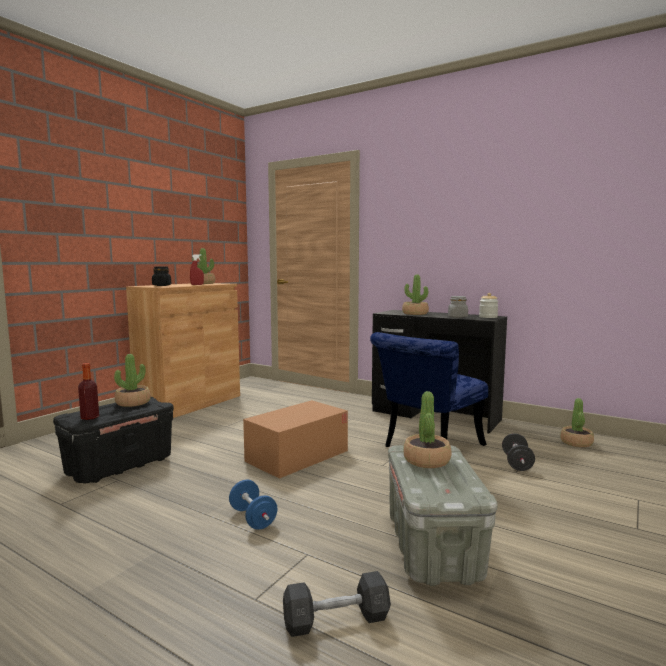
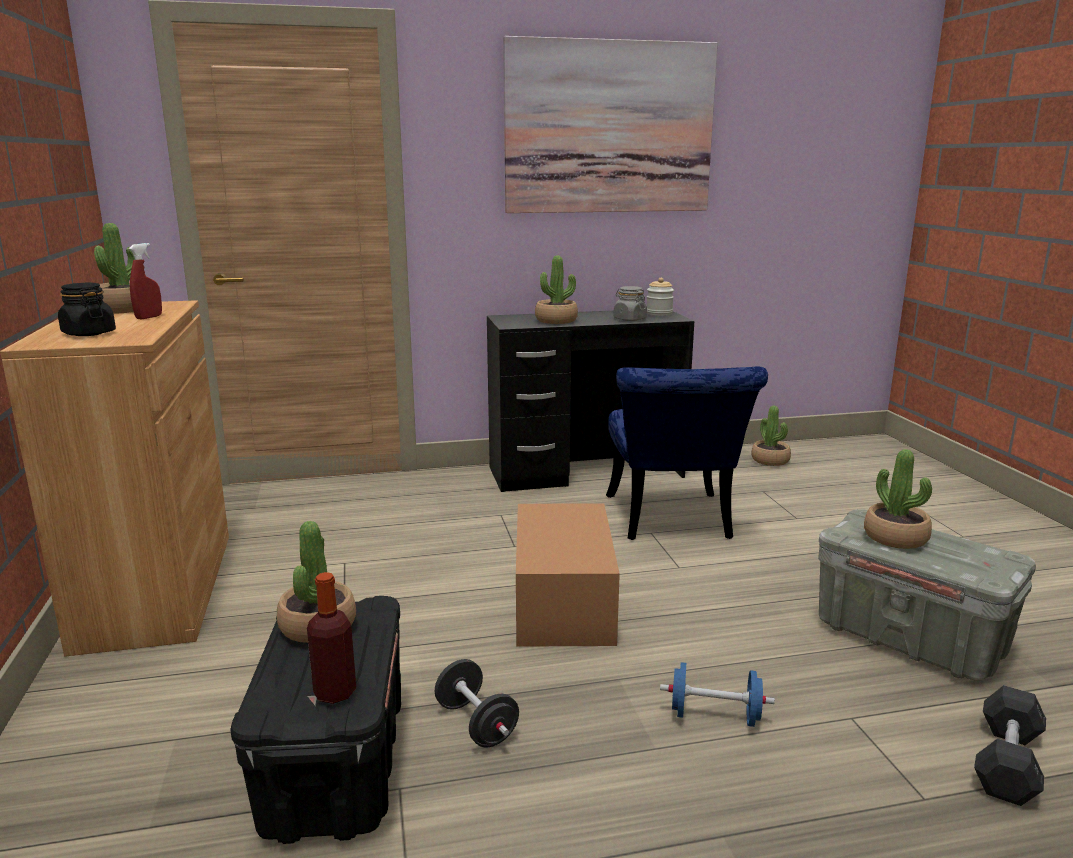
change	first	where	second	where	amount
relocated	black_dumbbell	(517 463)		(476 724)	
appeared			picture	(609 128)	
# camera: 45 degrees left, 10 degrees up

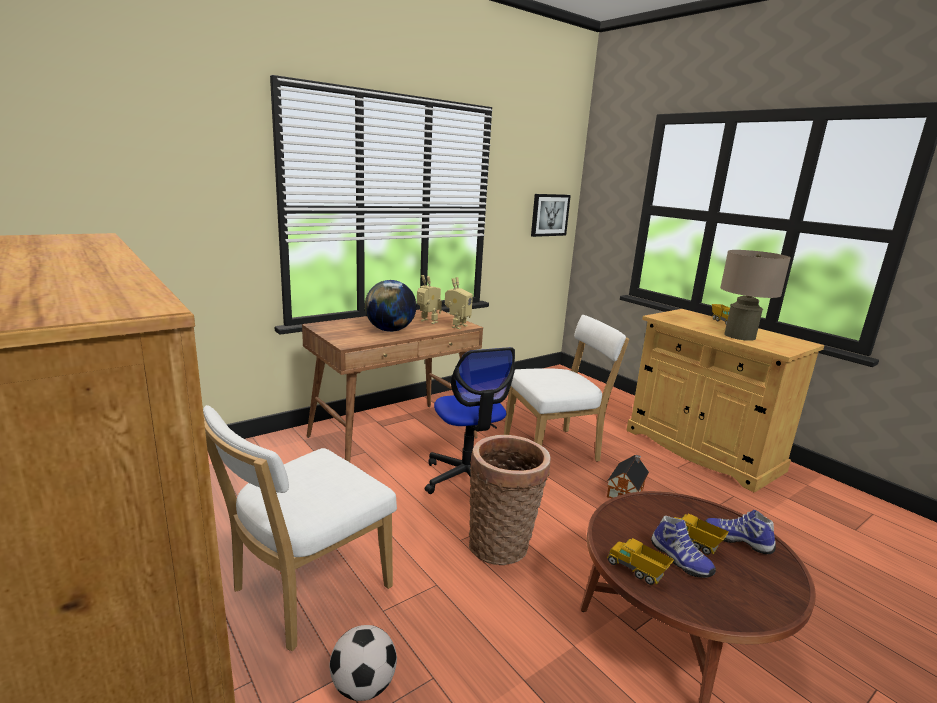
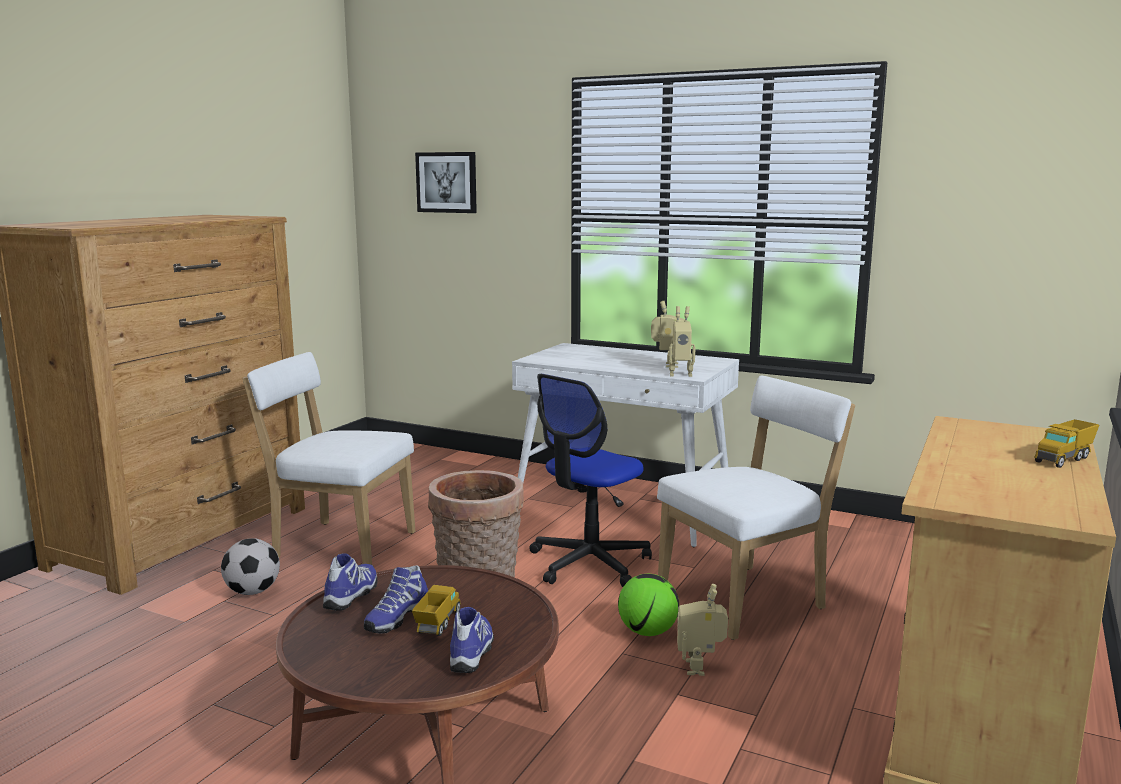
change	first	where	second	where	amount
exchanged	toy_truck	(637 571)	shoe	(353 595)	
relocated	picture	(549 215)		(447 182)	
colour	brown_desk	(393 437)	white_desk	(624 509)	
appeared			football	(648 632)	
spun	white_chair	(555 449)		(747 599)	75 degrees counterclockwise
exchanged	toy_house	(626 491)	toy_robot	(700 667)	
missing	globe	(390 330)			
missing	beige_table_lamp	(740 336)			
# camera: 65 degrees right, 5 degrees down

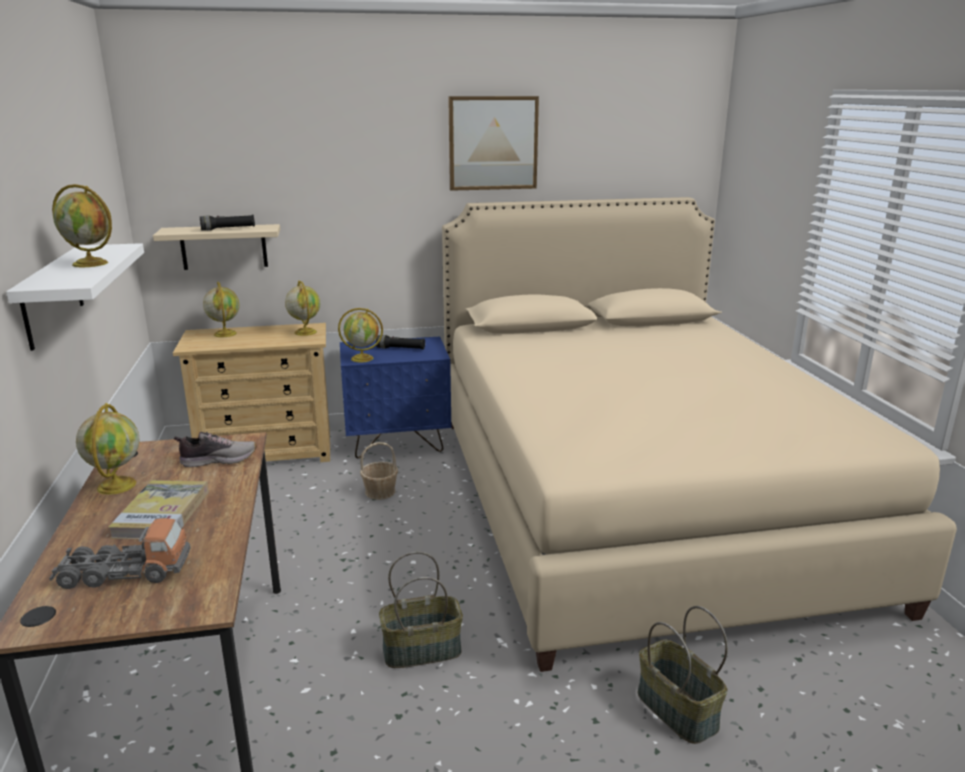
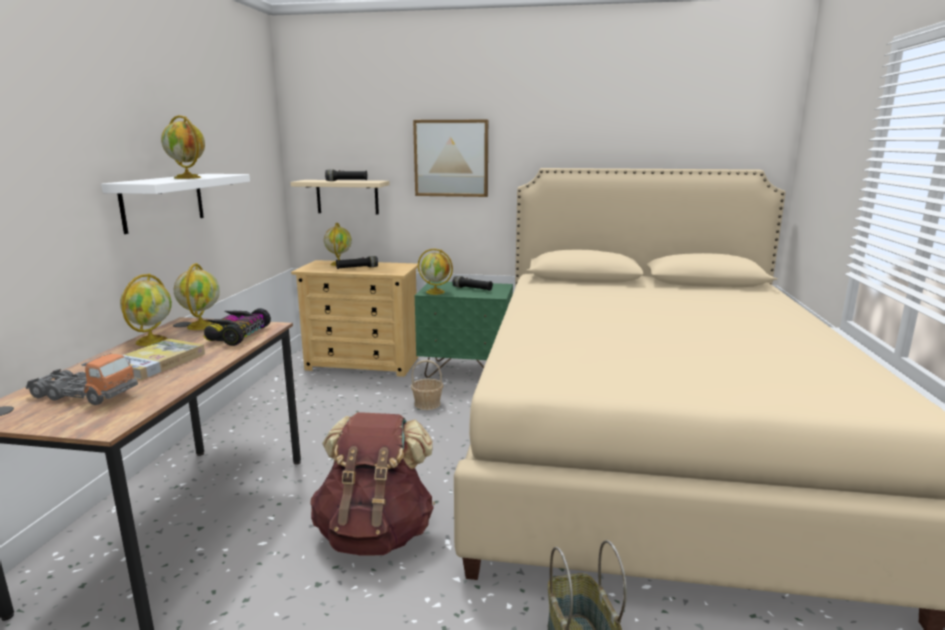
change	first	where	second	where	amount
relocated	globe	(305 332)		(201 326)	
exchanged	shoe	(218 460)	toy_car	(237 335)	
exchanged	basket	(422 649)	brown_backpack	(375 533)	
appeared			black_flashlight	(357 268)	
relocated	picture	(493 143)		(451 158)	
colour	blue_nightstand	(397 443)	green_nightstand	(466 371)	
# camera: 20 degrees right, 5 degrees down

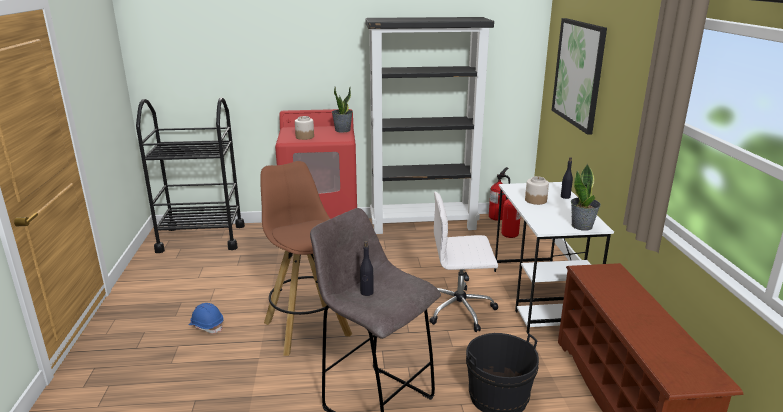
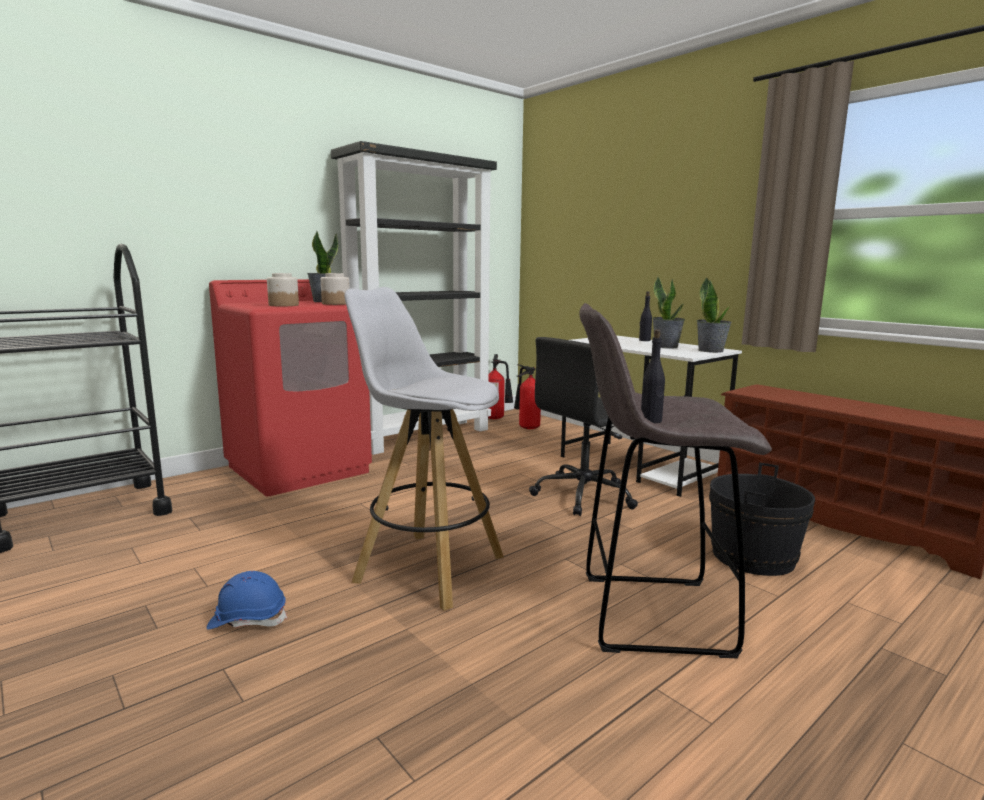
change	first	where	second	where	amount
relocated	jar	(535 200)		(336 304)	
colour	brown_stool	(306 328)	white_stool	(428 568)	
colour	white_office_chair	(460 309)	black_office_chair	(584 495)	
appeared			potted_plant	(666 347)	
missing	picture	(578 73)			
# camera: 35 degrees left, 10 degrees down

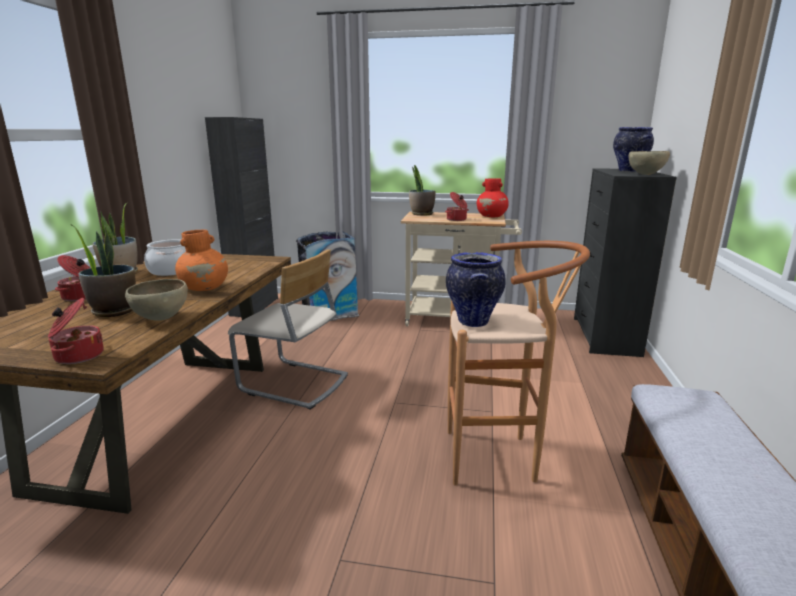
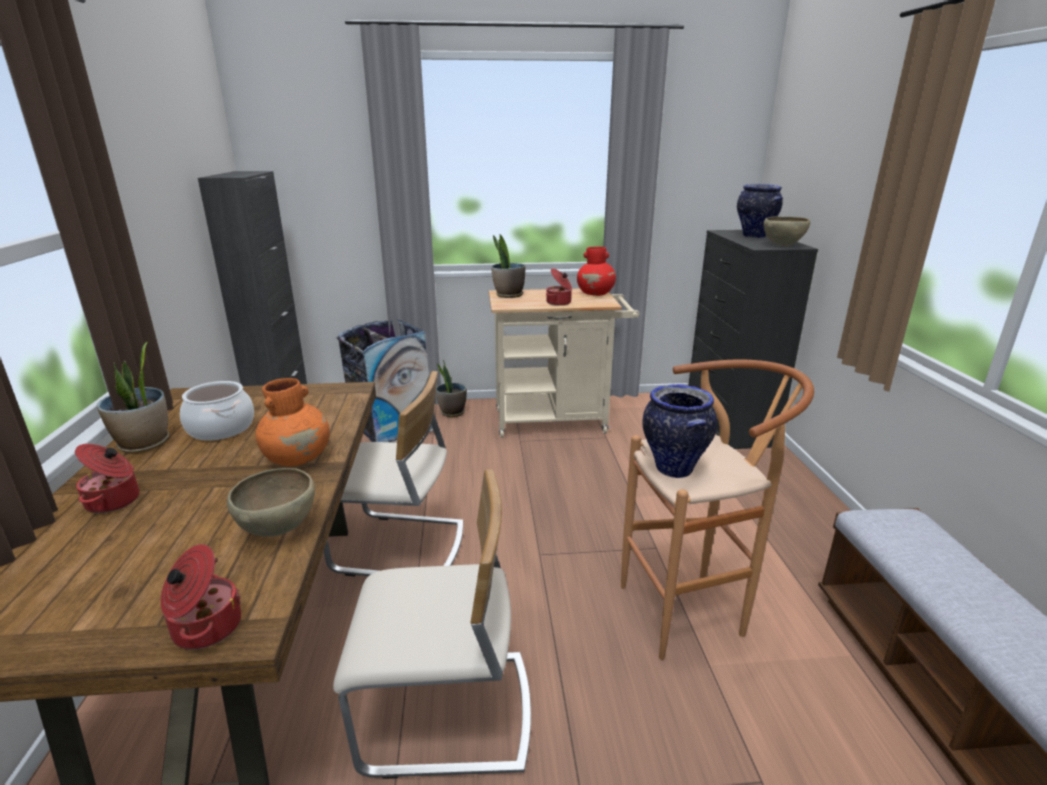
change	first	where	second	where	amount
appeared			beige_chair	(447 714)	
relocated	potted_plant	(114 311)		(452 412)	
# camera: 15 degrees left, 5 degrees up

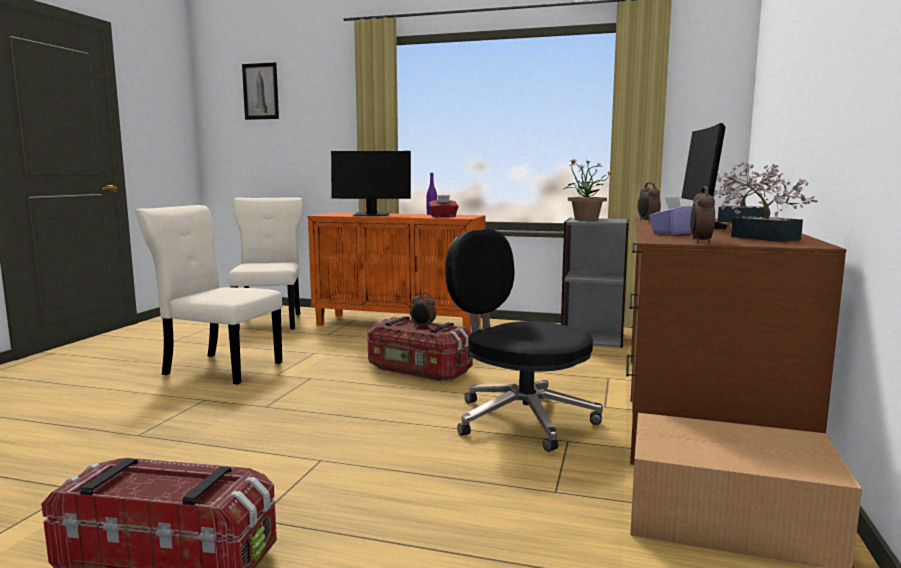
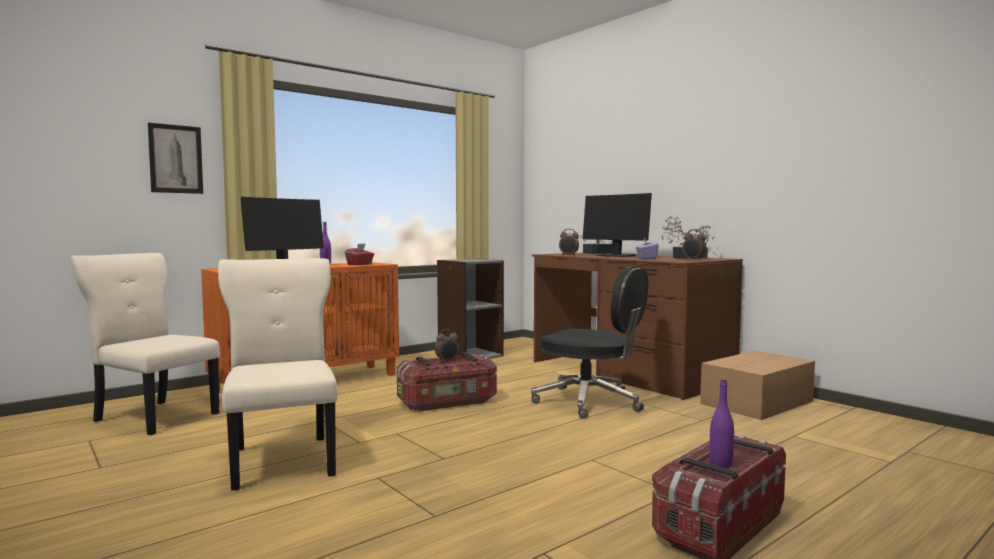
change	first	where	second	where	amount
relocated	picture	(260 91)		(176 159)	
spun	beige_chair	(219 368)		(283 459)	105 degrees clockwise
spun	black_office_chair	(520 419)		(590 402)	135 degrees counterclockwise
appeared			purple_bottle	(720 464)	
missing	potted_plant	(585 219)			
# camera: 55 degrees left, 5 degrees down

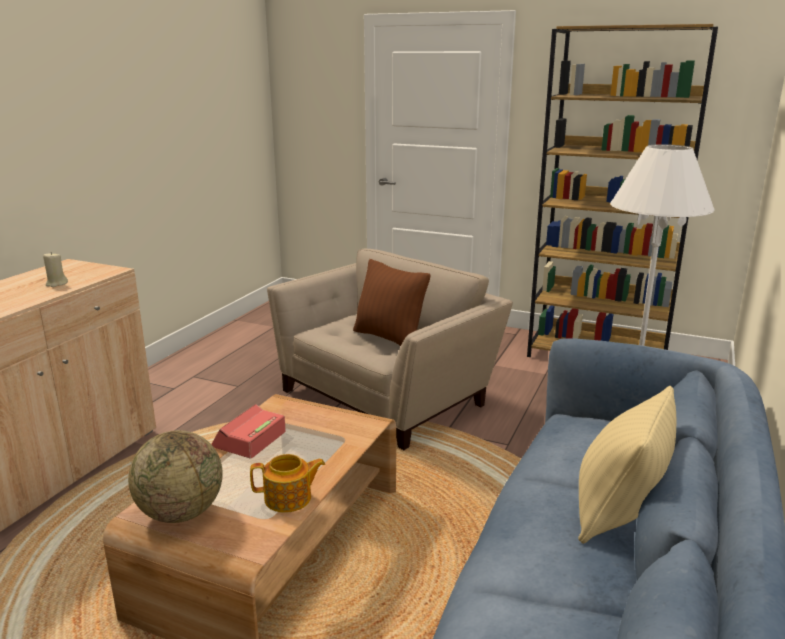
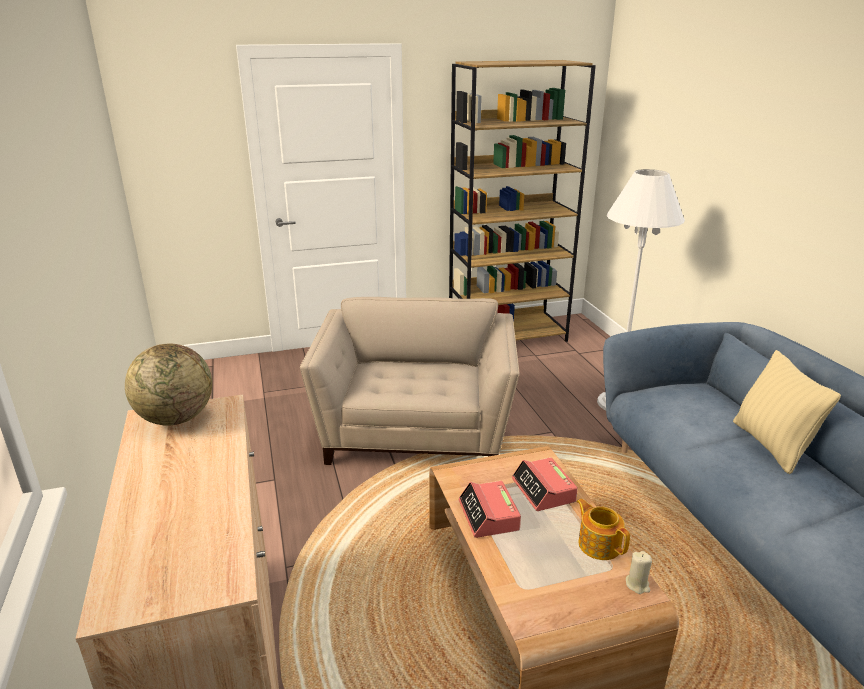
change	first	where	second	where	amount
relocated	globe	(181 513)		(176 418)	
appeared			alarm_clock	(543 491)	
spun	teapot	(289 498)		(599 544)	75 degrees counterclockwise
relocated	beige_candle	(56 284)		(637 585)	
missing	brown_pillow	(389 338)			
# camera: 40 degrees left, 5 degrees up

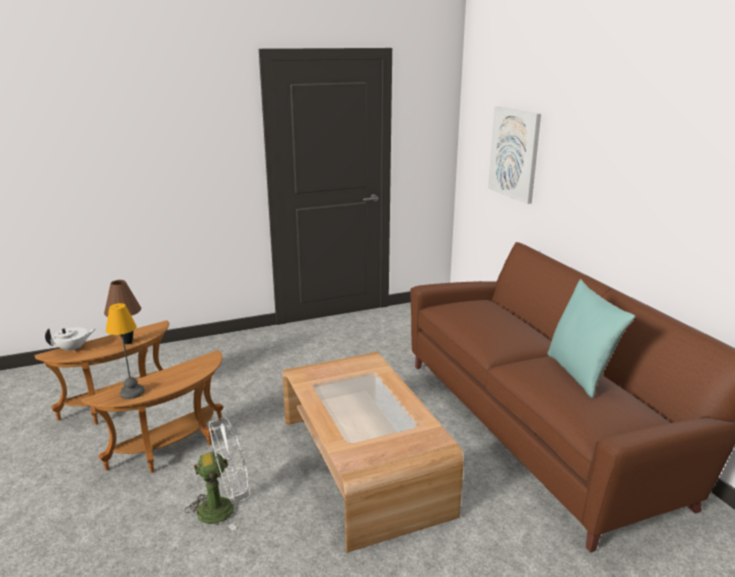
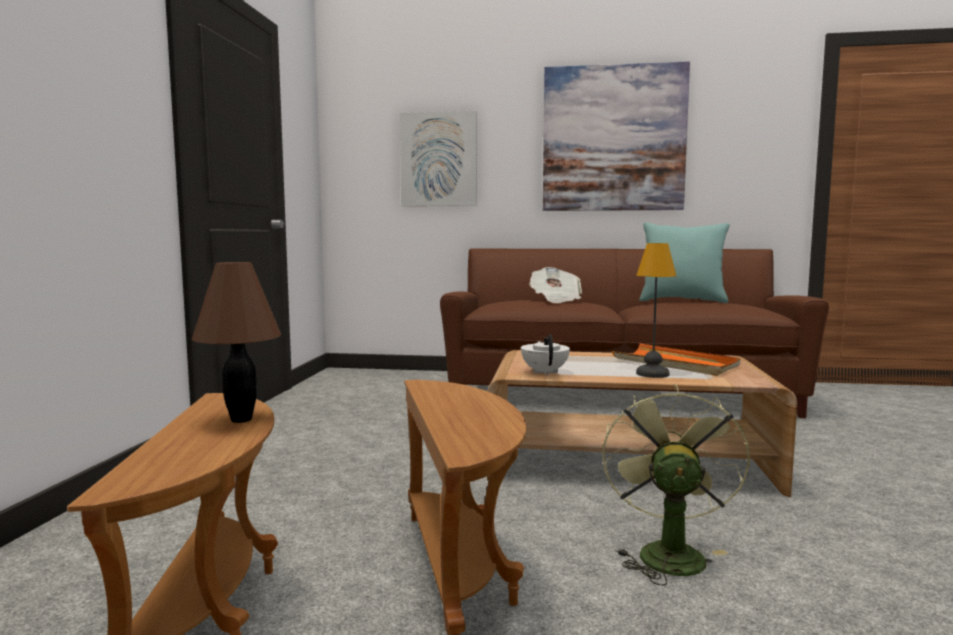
change	first	where	second	where	amount
relocated	white_teapot	(73 349)		(545 372)	
appeared			newspaper	(555 300)	
appeared			picture	(613 139)	
colour	white_fan	(224 507)	green_fan	(667 552)	
appeared			orange_tray	(675 364)	
relocated	table_lamp	(133 392)		(652 373)	
# camera: 60 degrees left, 15 degrees down

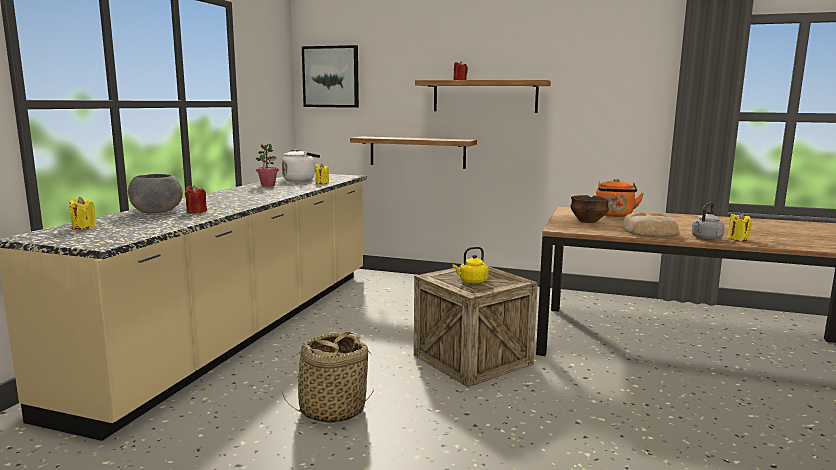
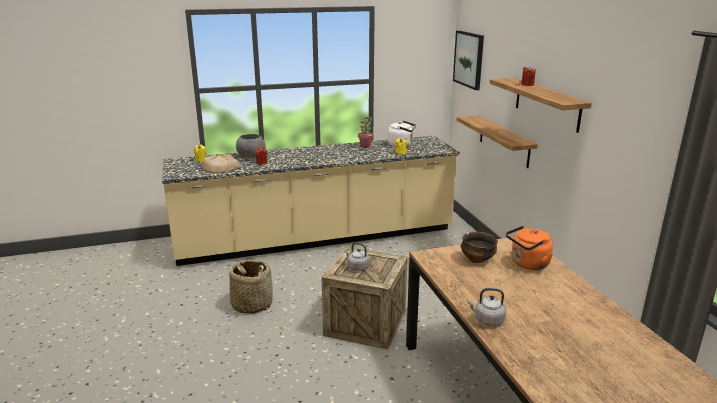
change	first	where	second	where	amount
relocated	bread	(648 231)		(220 167)	
colour	yellow_kettle	(472 281)	grey_kettle	(357 267)	
missing	yellow_candle	(738 239)			
# camera: 55 degrees right, 10 degrees up

